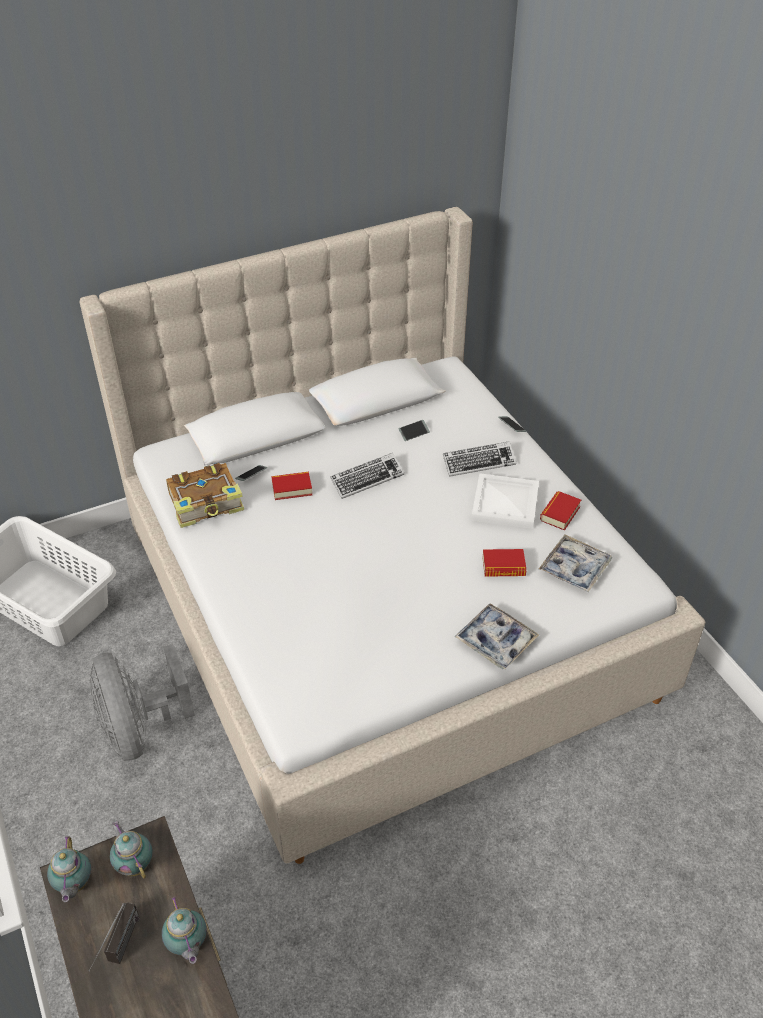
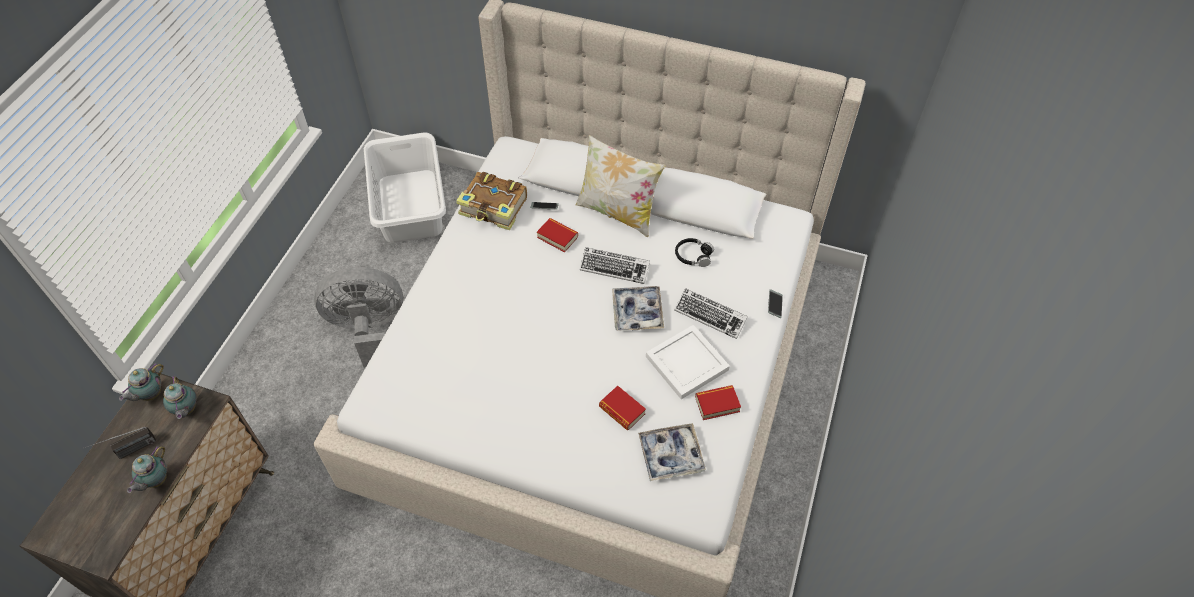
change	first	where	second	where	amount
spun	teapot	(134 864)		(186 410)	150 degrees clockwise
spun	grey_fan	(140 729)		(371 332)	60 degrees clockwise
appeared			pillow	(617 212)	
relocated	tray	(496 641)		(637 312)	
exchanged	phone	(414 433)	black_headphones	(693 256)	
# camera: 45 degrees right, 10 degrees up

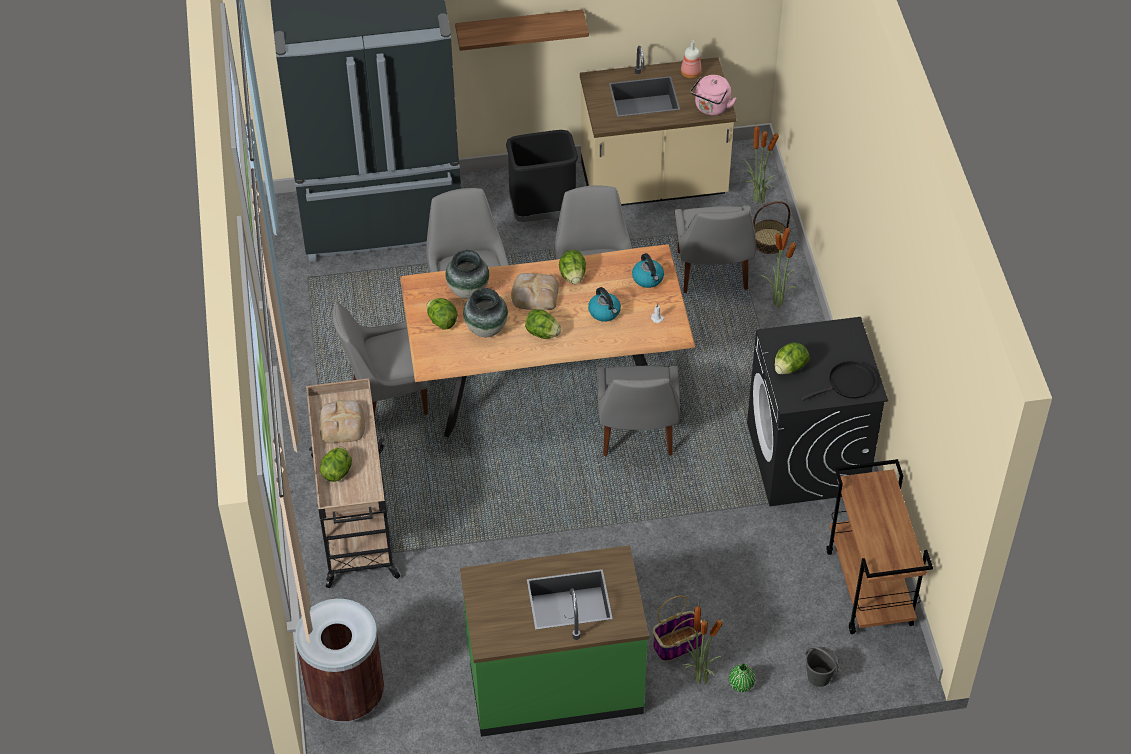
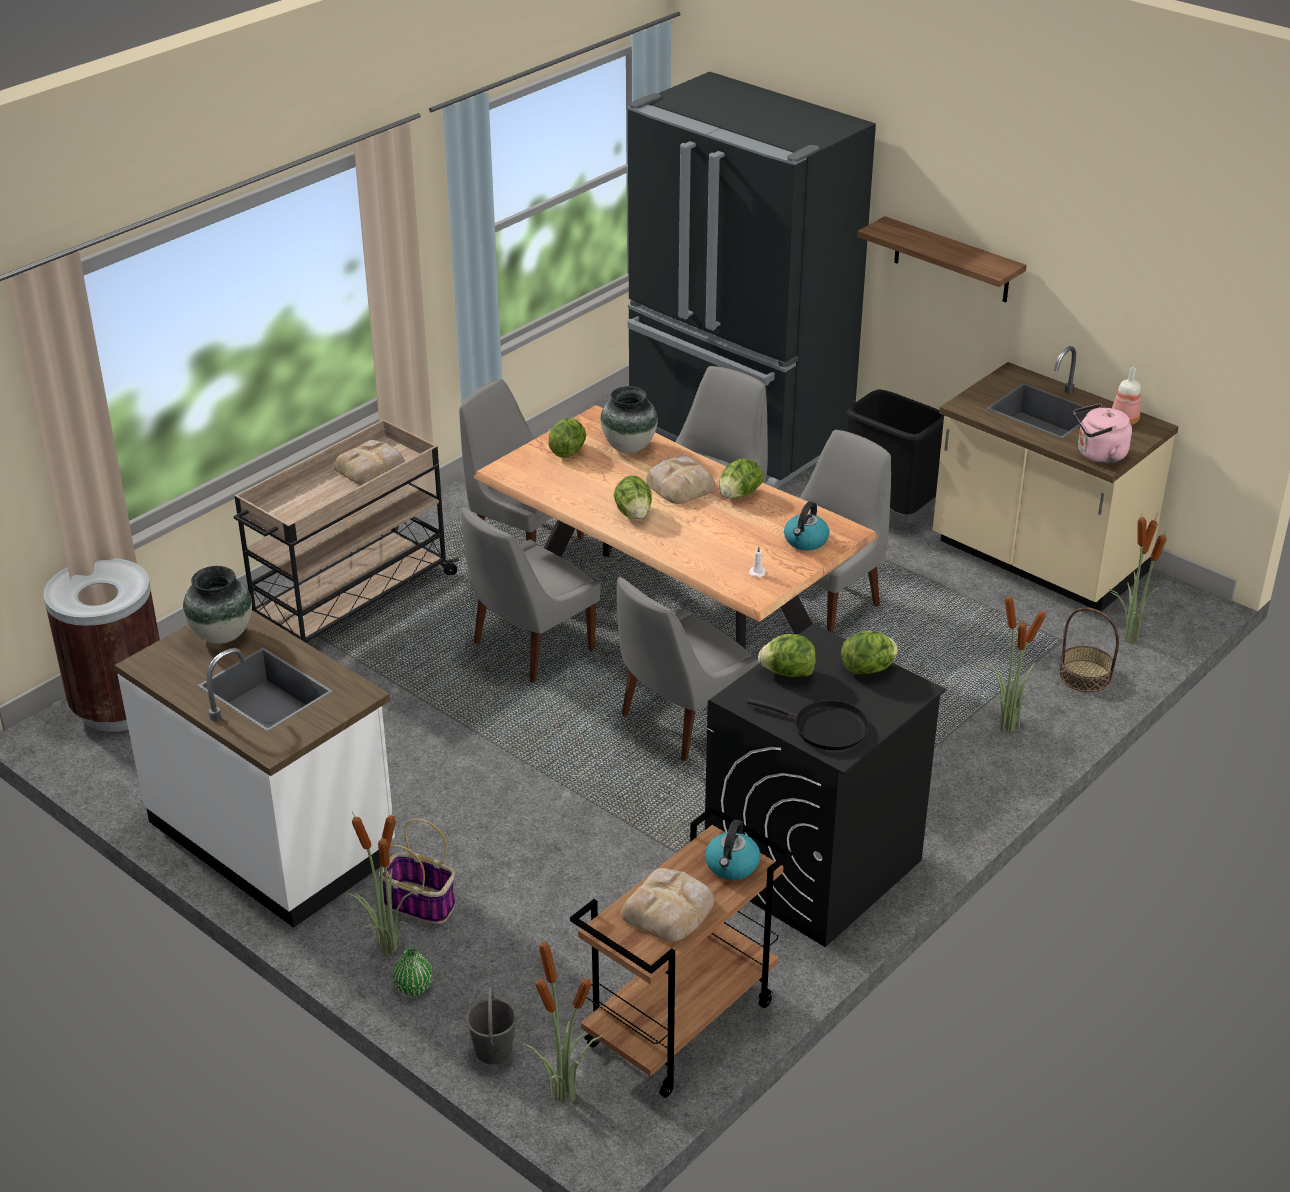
change	first	where	second	where	amount
colour	green_counter	(554 681)	white_counter	(274 836)	
relocated	vase	(486 329)		(222 636)	
relocated	grey_chair	(712 273)		(529 648)	
appeared			potted_plant	(563 1092)	
appeared			bread	(669 909)	
relocated	kettle	(605 312)		(732 866)	
relocated	lettuce	(337 471)		(868 669)	
# camera: 50 degrees right, 15 degrees down

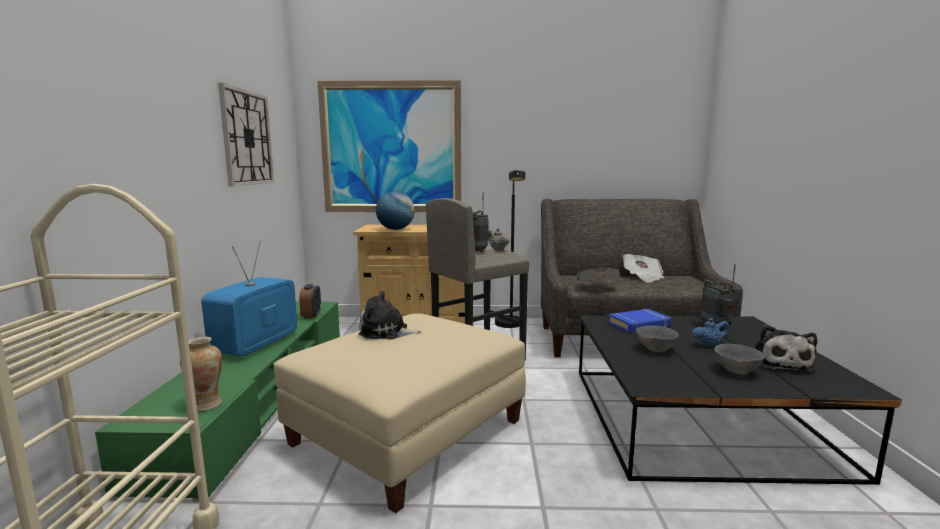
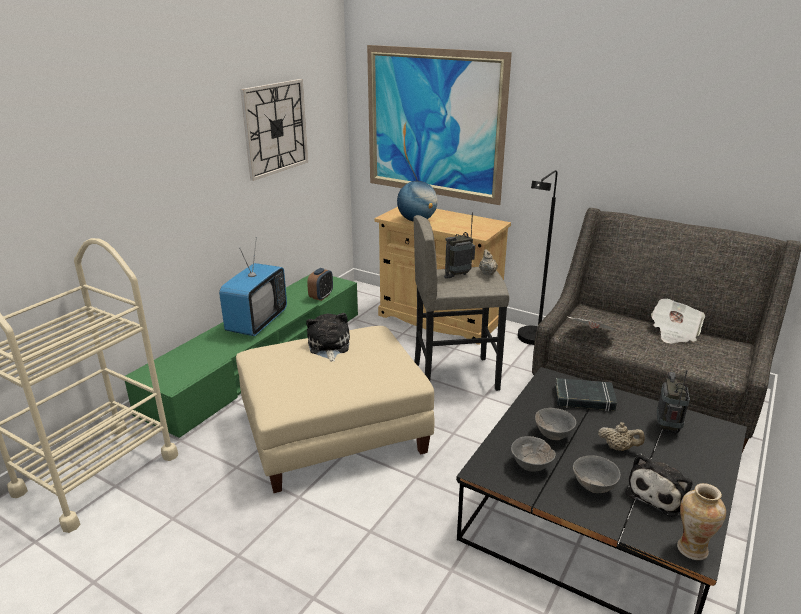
change	first	where	second	where	amount
spun	television	(256 345)		(257 322)	150 degrees clockwise
spun	plush_toy	(386 332)		(328 347)	45 degrees clockwise
appeared			grey_bowl	(531 466)	
colour	blue_book	(639 325)	black_book	(584 399)	
colour	blue_teapot	(709 345)	beige_teapot	(618 448)	
relocated	vase	(206 404)		(691 548)	
# camera: 30 degrees right, 15 degrees up

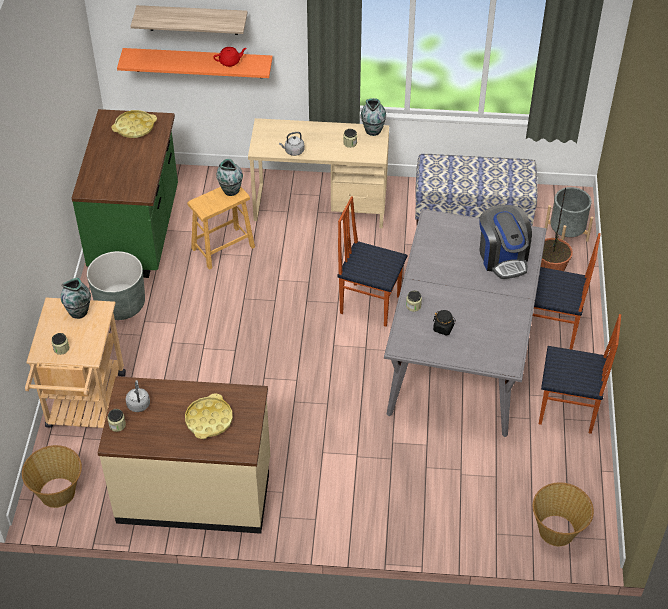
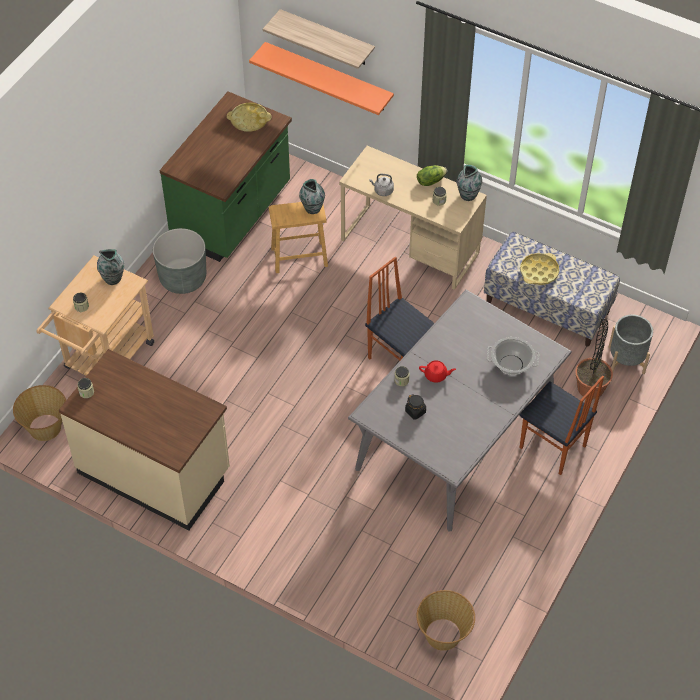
change	first	where	second	where	amount
appeared			lettuce	(430 181)	
relocated	red_teapot	(230 62)		(436 375)	
exchanged	coffee_machine	(503 257)	cooking_pot	(511 364)	
relocated	yellow_tray	(209 420)		(539 271)	
missing	grey_kettle	(138 403)			
missing	chair	(567 411)			
# camera: 25 degrees right, 5 degrees up

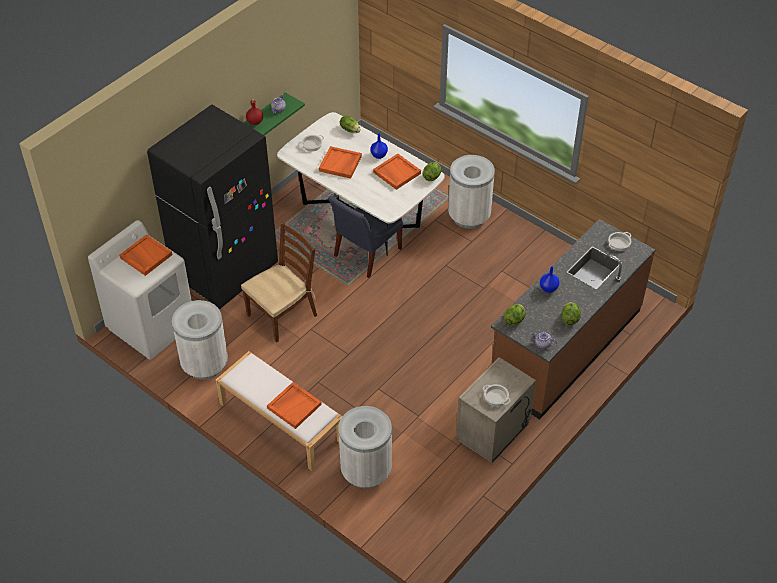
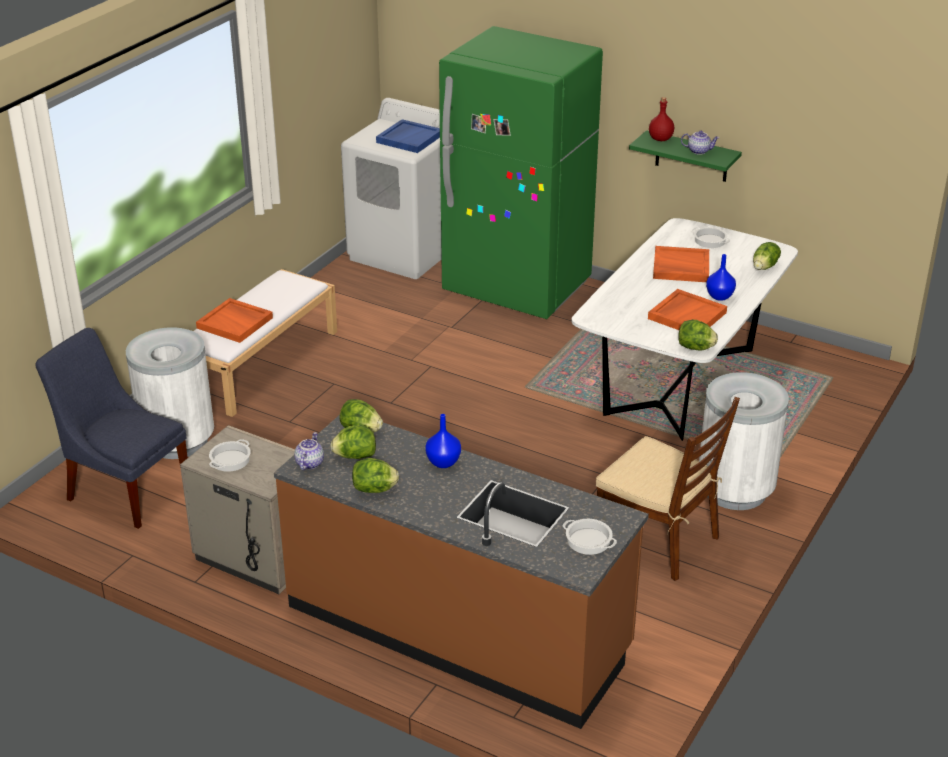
change	first	where	second	where	amount
relocated	blue_chair	(365 254)		(125 489)	
appeared			lettuce	(355 456)	
colour	orange_tray	(145 256)	blue_tray	(409 138)	
colour	black_fridge	(225 271)	green_fridge	(517 288)	
relocated	brown_chair	(282 315)		(659 540)	
missing	white_trash_can	(204 364)			
# camera: 80 degrees right, 15 degrees down

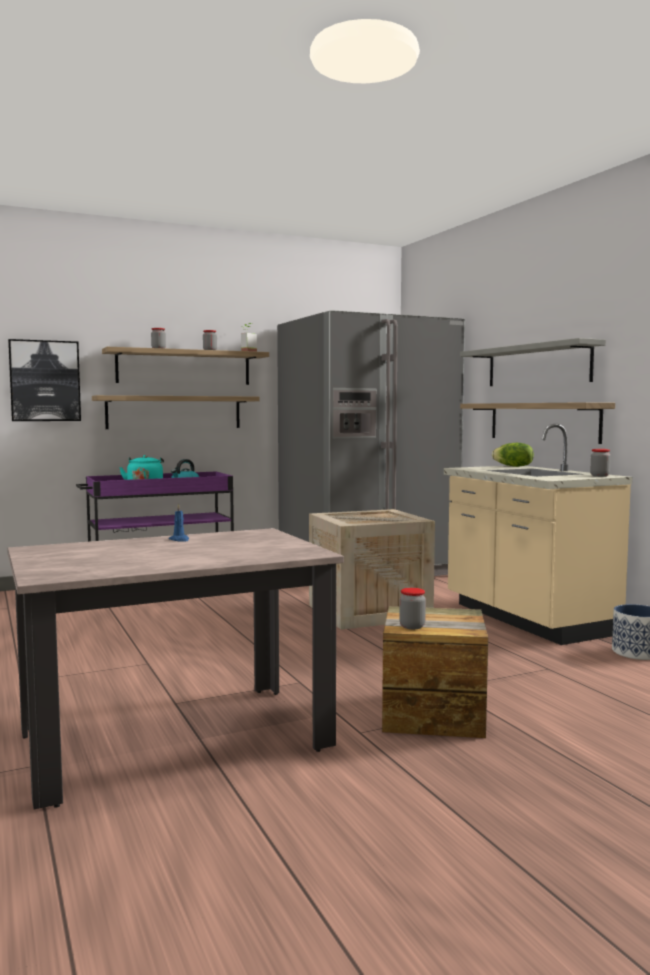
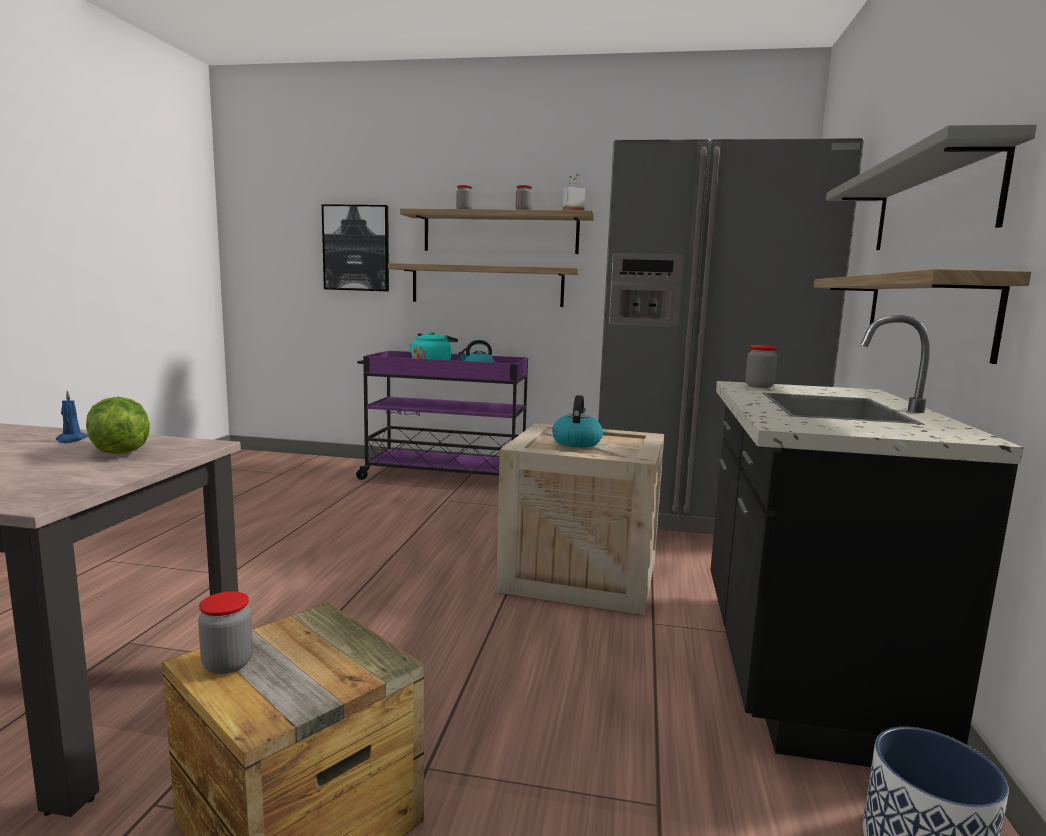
change	first	where	second	where	amount
relocated	lettuce	(513 466)		(119 451)	
appeared			kettle	(576 442)	
colour	beige_counter	(527 619)	black_counter	(799 666)	
relocated	jar	(599 476)		(759 386)	
# camera: 35 degrees right, 5 degrees up

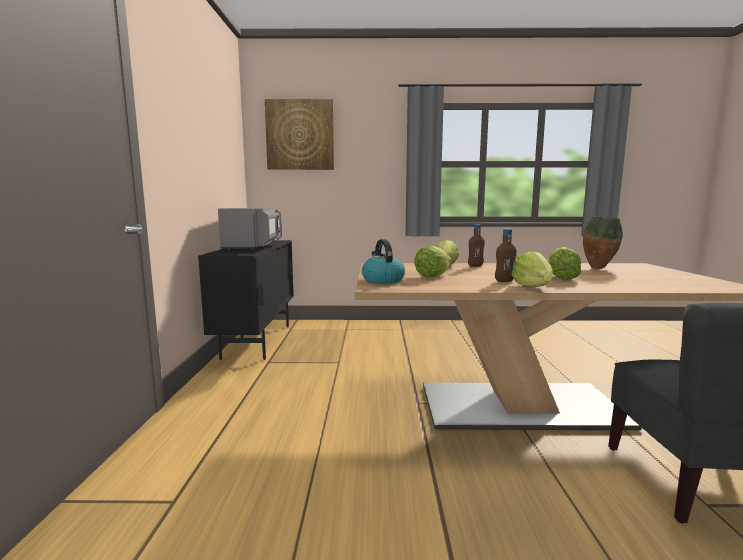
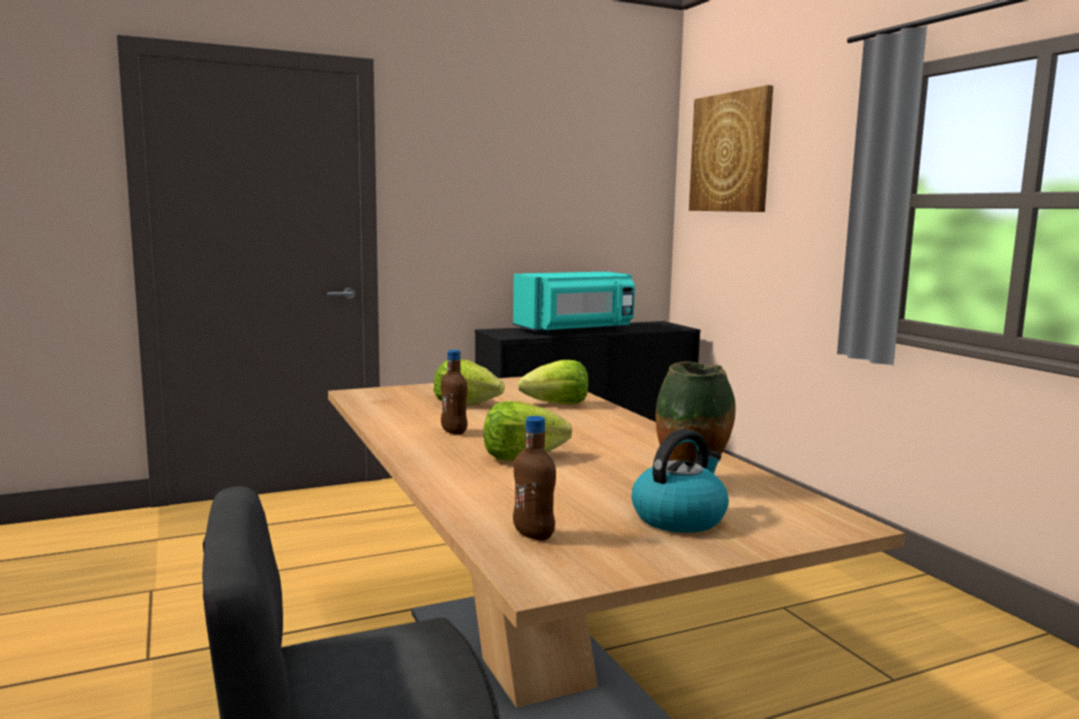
change	first	where	second	where	amount
colour	grey_microwave	(253 247)	turquoise_microwave	(576 330)	
relocated	brown_bottle	(475 266)		(533 534)	
relocated	kettle	(382 280)		(679 517)	
missing	lettuce	(532 287)			
# camera: 65 degrees right, 0 degrees up

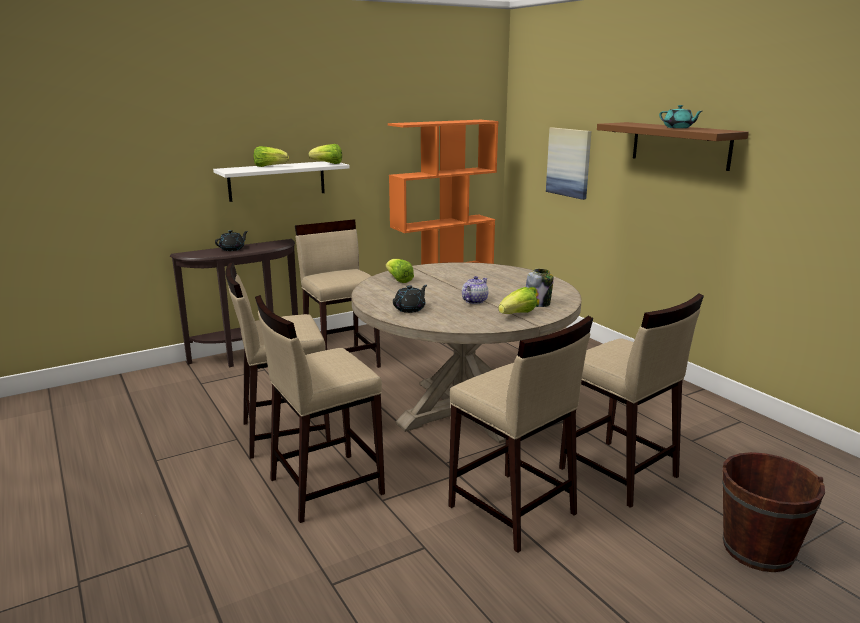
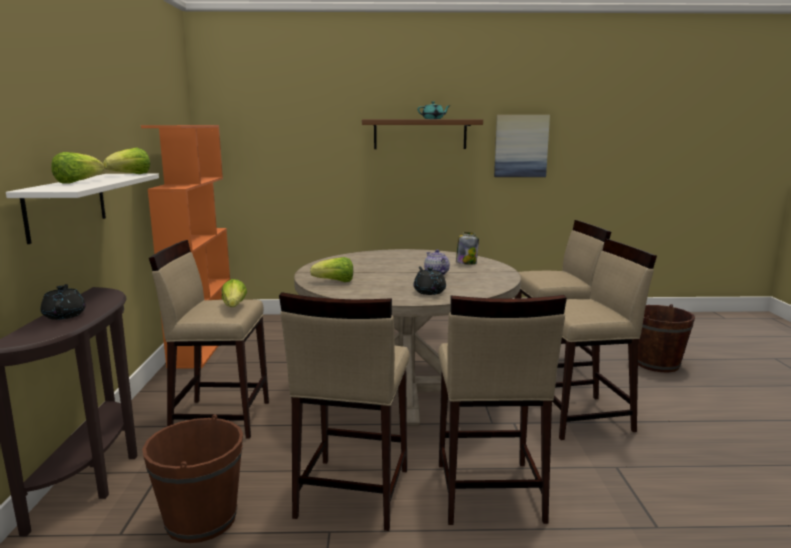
change	first	where	second	where	amount
appeared			brown_bucket	(201 520)	
relocated	lettuce	(517 314)		(234 306)	
relocated	picture	(569 162)		(521 146)	
# camera: 60 degrees left, 5 degrees down

